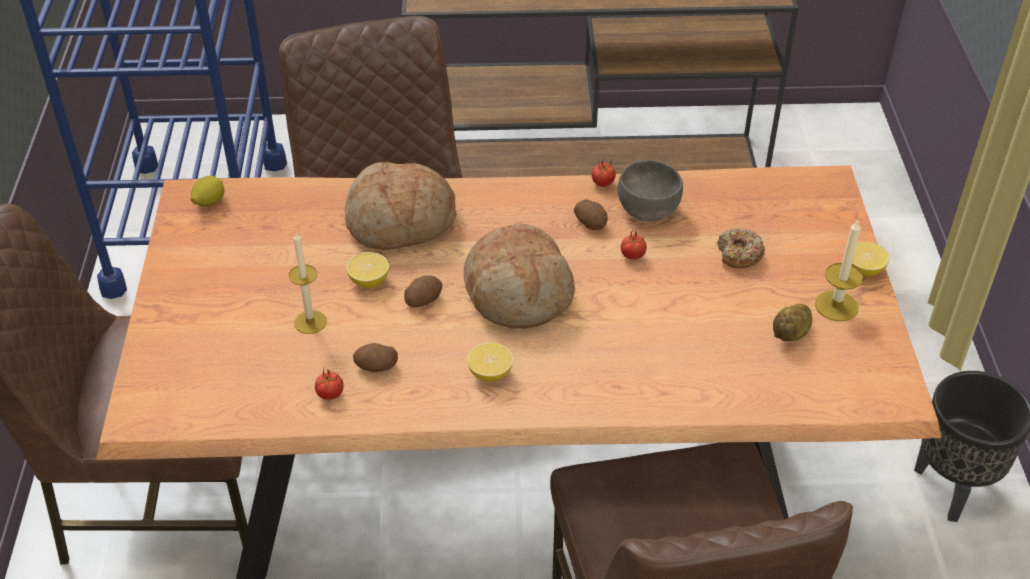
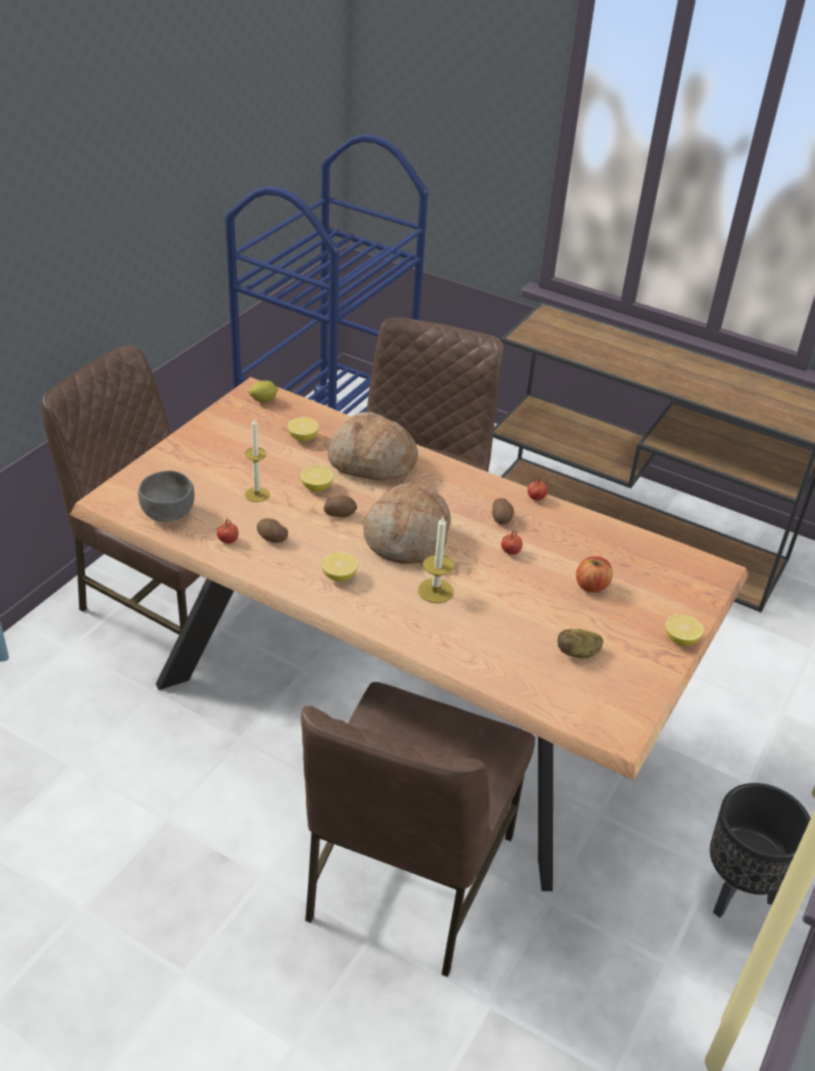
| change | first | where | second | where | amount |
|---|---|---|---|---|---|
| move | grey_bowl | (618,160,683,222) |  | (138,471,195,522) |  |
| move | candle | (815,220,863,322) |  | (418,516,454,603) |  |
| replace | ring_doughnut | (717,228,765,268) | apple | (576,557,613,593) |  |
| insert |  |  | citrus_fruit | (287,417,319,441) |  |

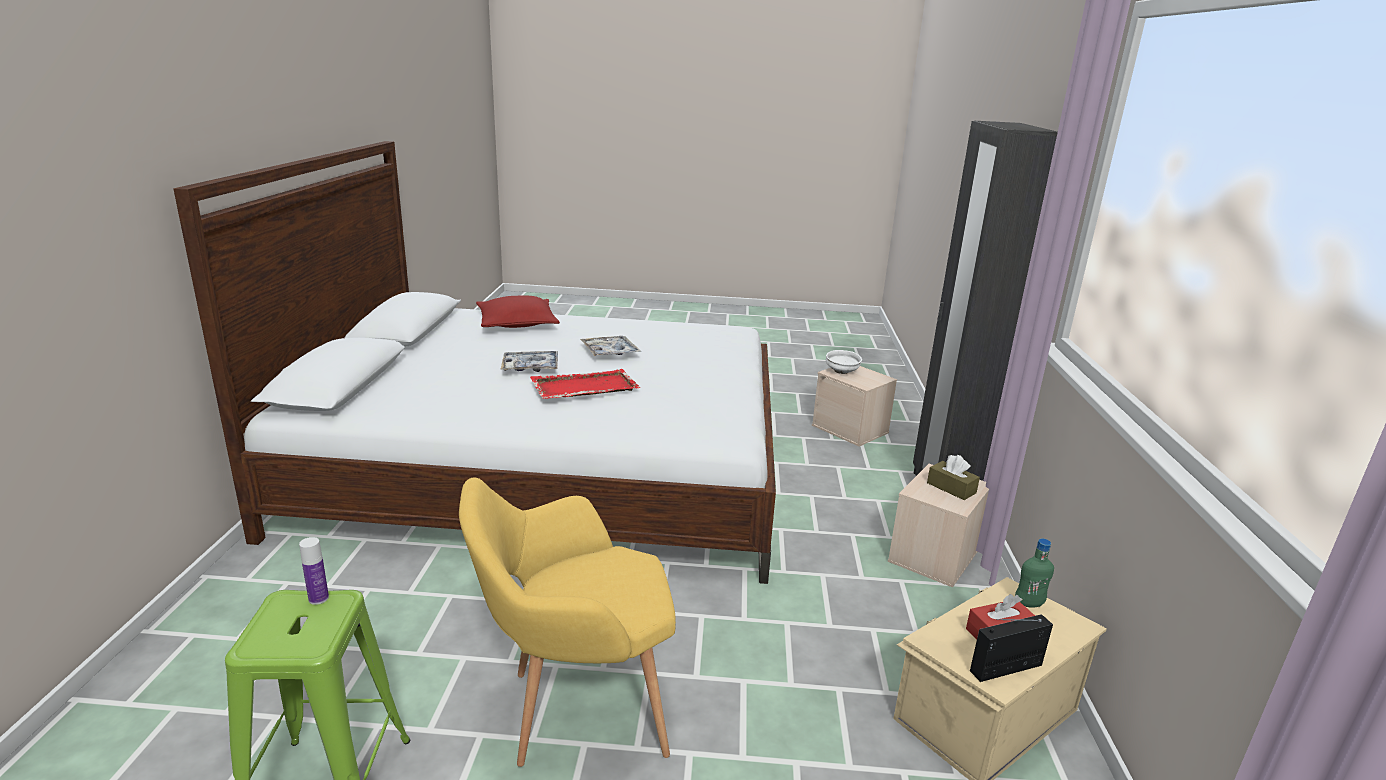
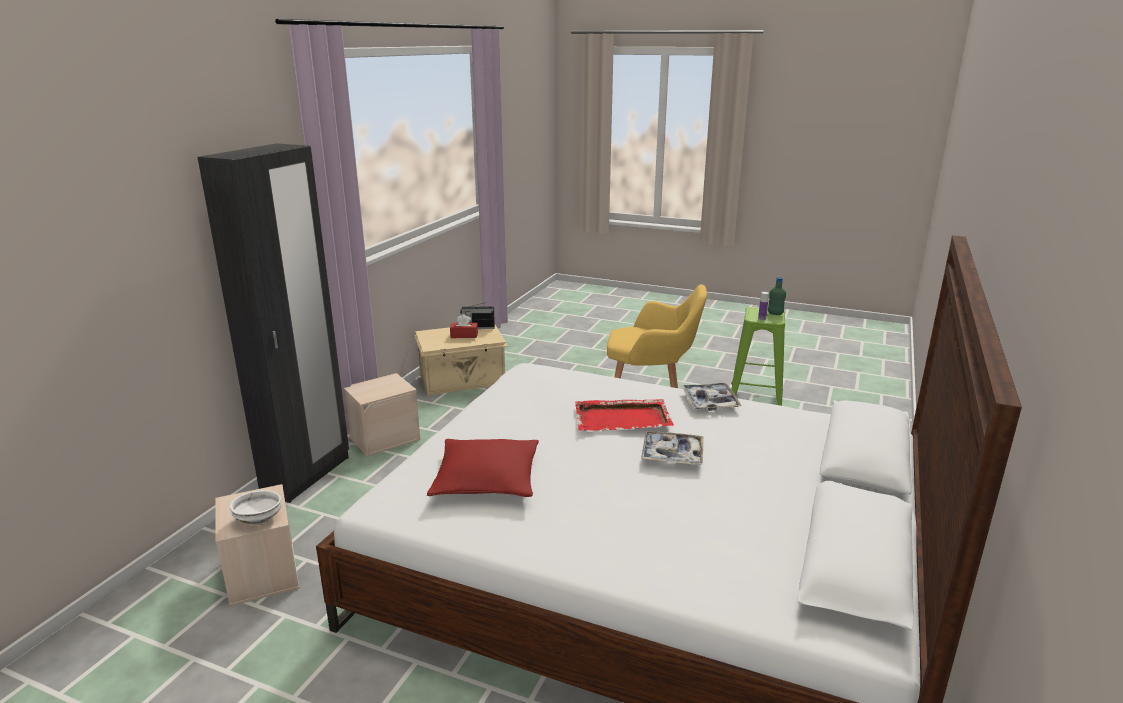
| change | first | where | second | where | amount |
|---|---|---|---|---|---|
| move | red_pillow | (476,296,560,328) |  | (427,439,539,497) |  |
| move | carrying_tray | (580,336,641,356) |  | (681,383,742,411) |  |
| delete | brown-coloured_tissue_holder | (927,455,980,500) |  |  |  |
| move | green_bottle | (1015,538,1054,607) |  | (768,277,786,315) |  |

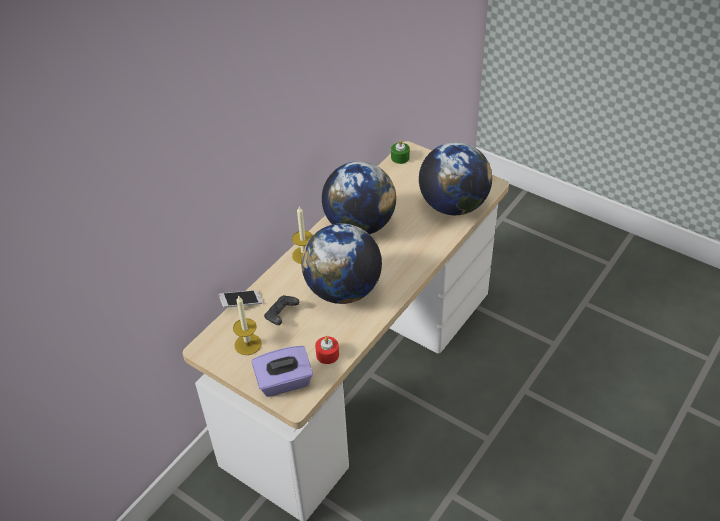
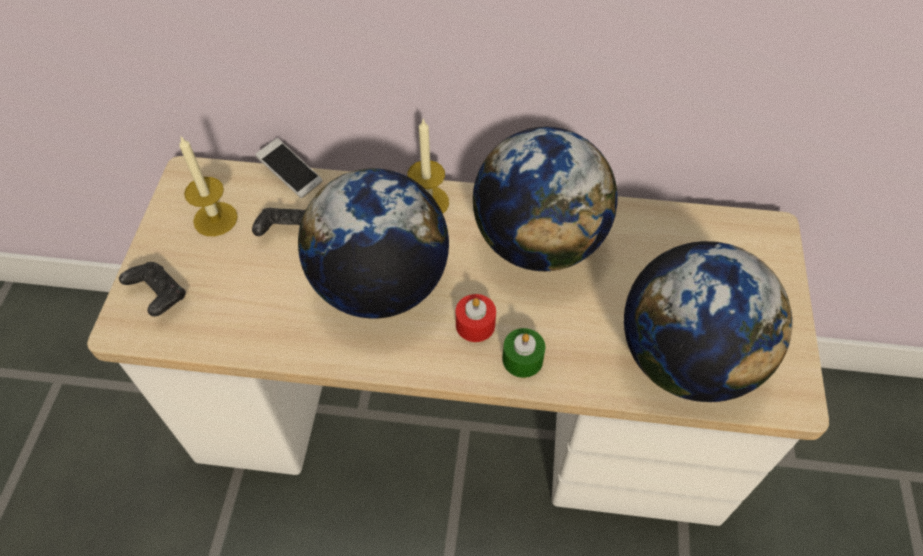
| change | first | where | second | where | amount |
|---|---|---|---|---|---|
| move | green_candle | (391,140,410,164) |  | (502,328,545,378) |  |
| move | red_candle | (315,336,339,364) |  | (456,294,496,342) |  |
| replace | purple-coloured_tissue_holder | (252,346,313,397) | blackish_gamepad | (119,262,186,316) |  |

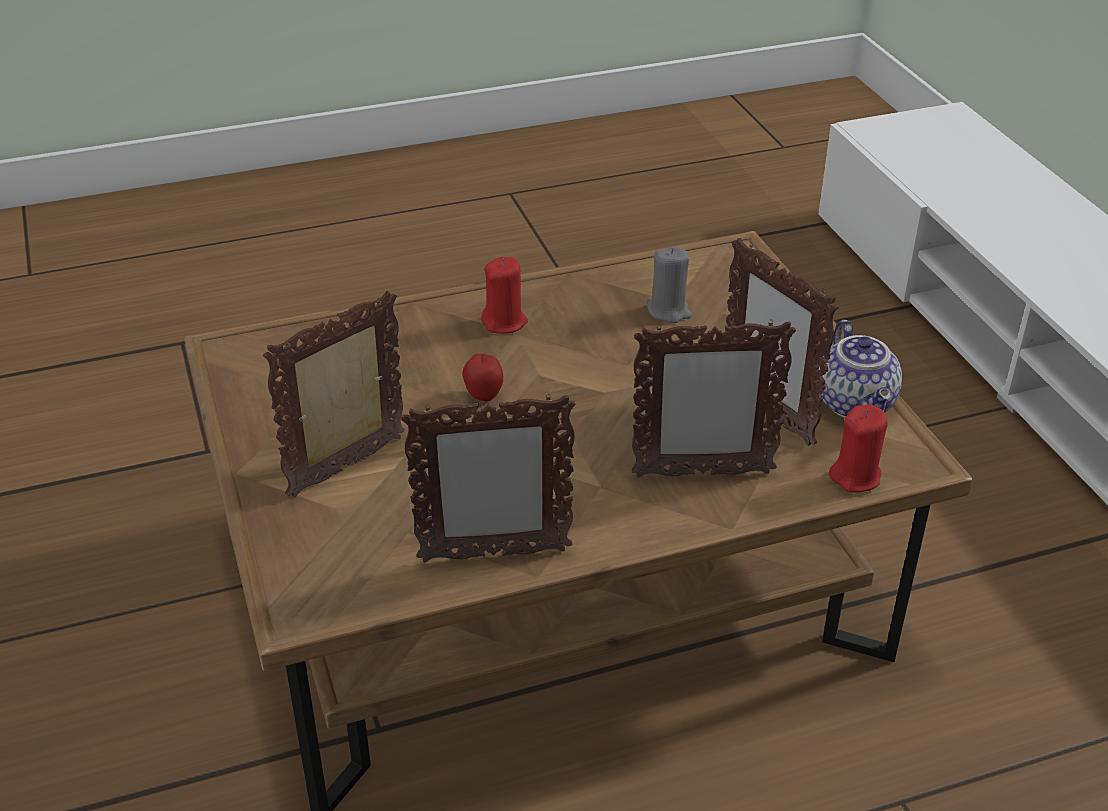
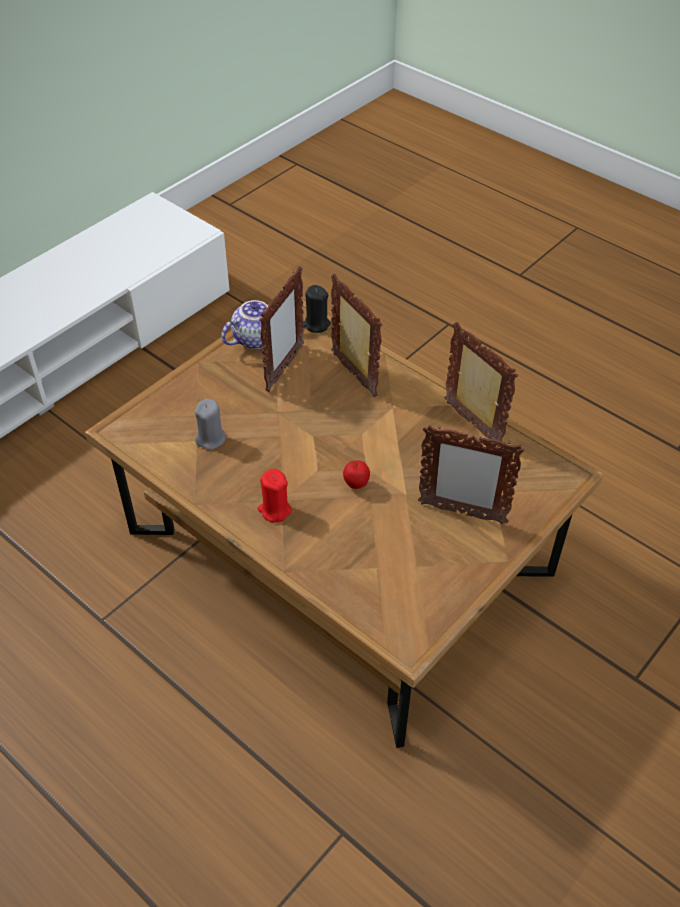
| change | first | where | second | where | amount |
|---|---|---|---|---|---|
| recolor | red_candle | (829,404,888,492) | blackish_candle | (303,285,331,333) |  |

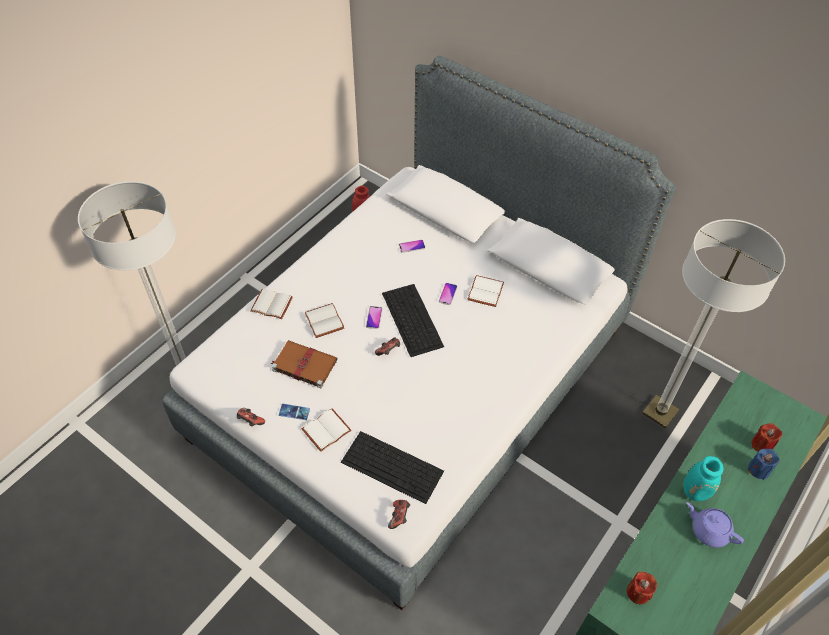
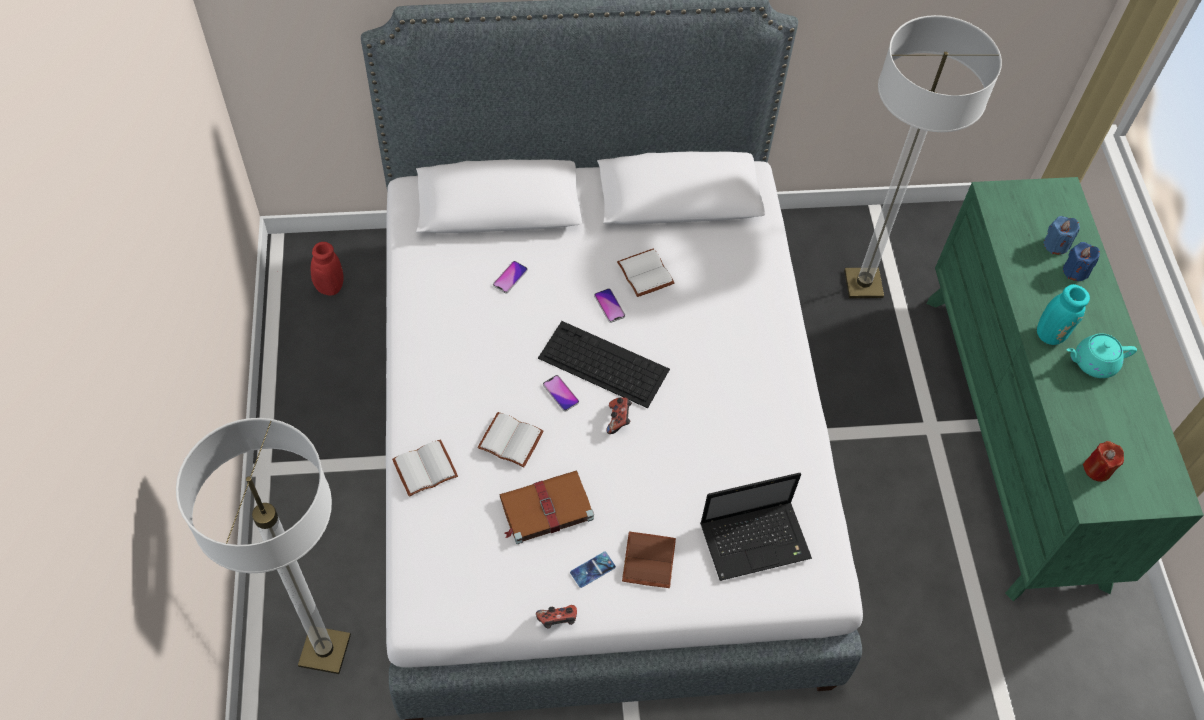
| change | first | where | second | where | amount |
|---|---|---|---|---|---|
| recolor | whitish_book | (302,408,352,452) | brown-coloured_book | (622,532,676,588) |  |
| recolor | red_candle | (752,423,783,452) | blue_candle | (1044,216,1080,255) |  |
| replace | computer_keyboard | (341,431,444,504) | notebook_computer | (700,473,812,581) |  |
| delete | gamepad | (388,500,410,529) |  |  |  |
| recolor | purple-coloured_tea_pot | (686,502,744,548) | turquoise-coloured_tea_pot | (1067,333,1137,378) |  |

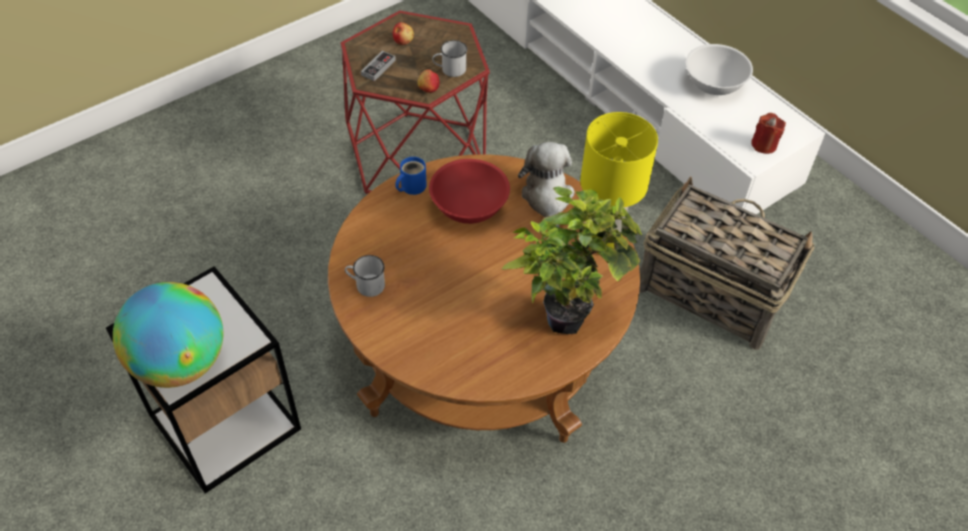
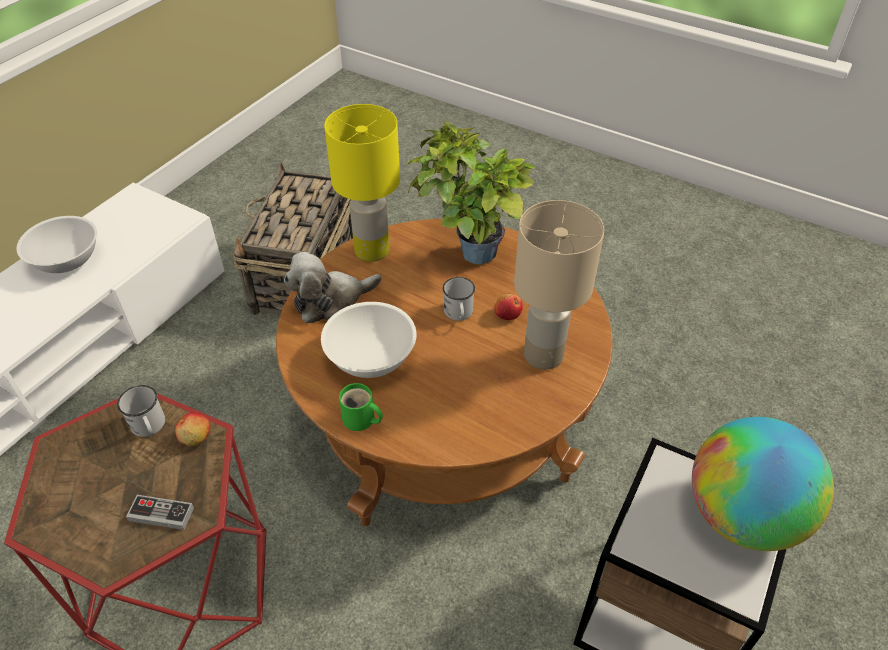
| change | first | where | second | where | amount |
|---|---|---|---|---|---|
| move | apple | (393,22,414,45) |  | (494,294,523,320) |  |
| delete | red_candle | (751,113,786,154) |  |  |  |
| recolor | blue_tea_mug | (395,157,427,195) | green_tea_mug | (339,383,383,431) |  |
| recolor | red_bowl | (429,159,510,224) | whitish_bowl | (321,302,417,378) |  |
| move | whitish_tea_mug | (345,255,385,297) |  | (443,277,475,321) |  |
| insert |  |  | beige-coloured_tabletop_lamp | (514,200,604,370) |  |

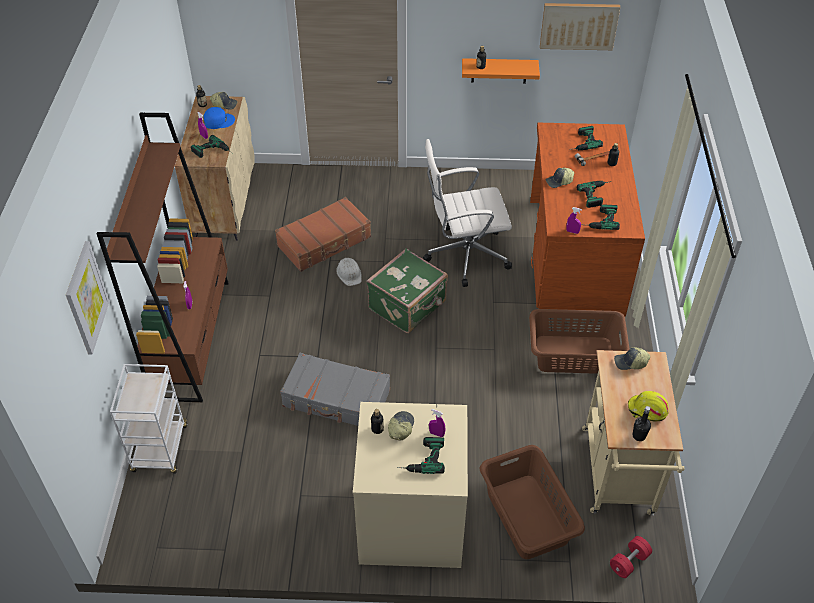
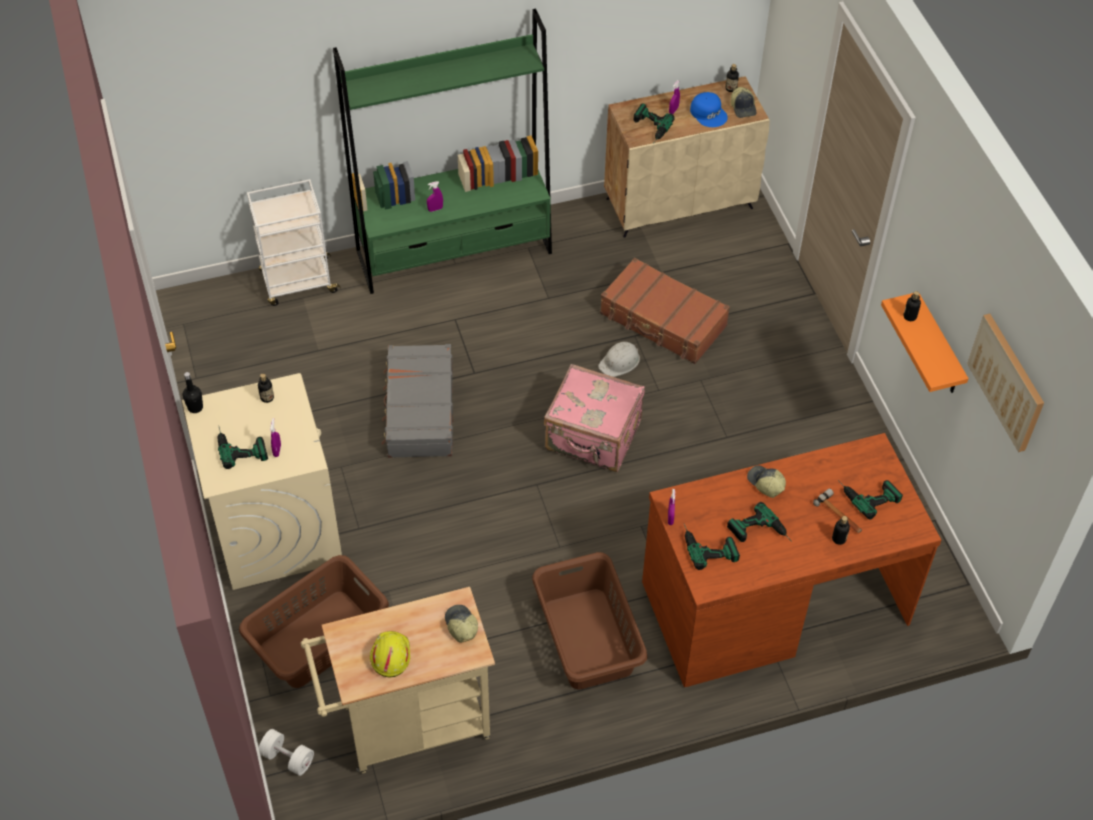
| change | first | where | second | where | amount |
|---|---|---|---|---|---|
| recolor | brown-coloured_bookshelf | (97,112,228,402) | green_bookshelf | (333,9,552,294) |  |
| delete | whitish_office_chair | (423,139,512,287) |  |  |  |
| delete | wall_art | (66,241,110,355) |  |  |  |
| recolor | green_suitcase | (367,248,448,333) | pinkish_suitcase | (544,364,645,472) |  |
| move | blackish_bottle | (633,406,651,441) |  | (182,372,203,413) |  |
| delete | baseball_cap | (388,411,414,440) |  |  |  |
| recolor | red_free_weight | (610,536,652,578) | whitish_free_weight | (259,729,314,776) |  |

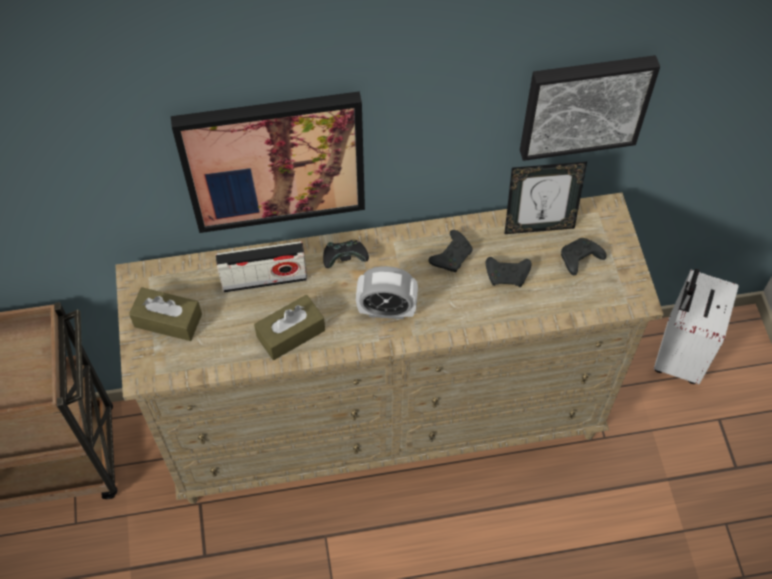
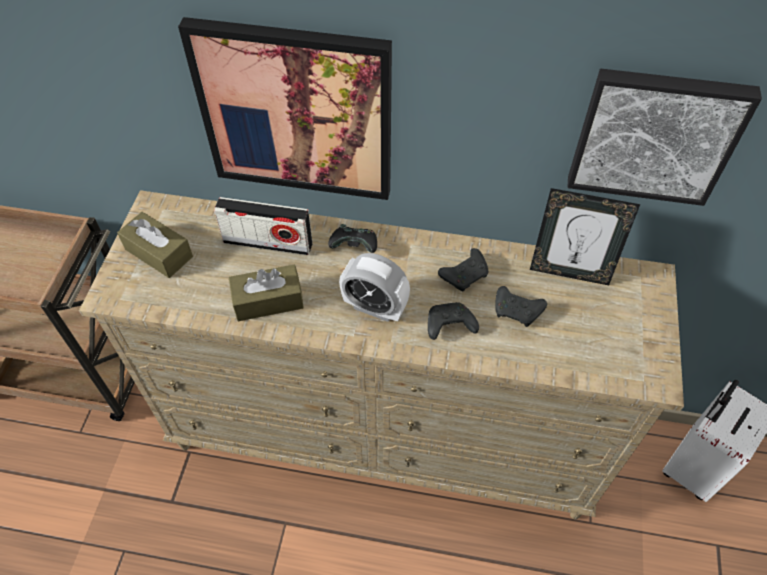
| change | first | where | second | where | amount |
|---|---|---|---|---|---|
| move | blackish_gamepad | (561,238,607,275) |  | (428,302,479,340) |  |

